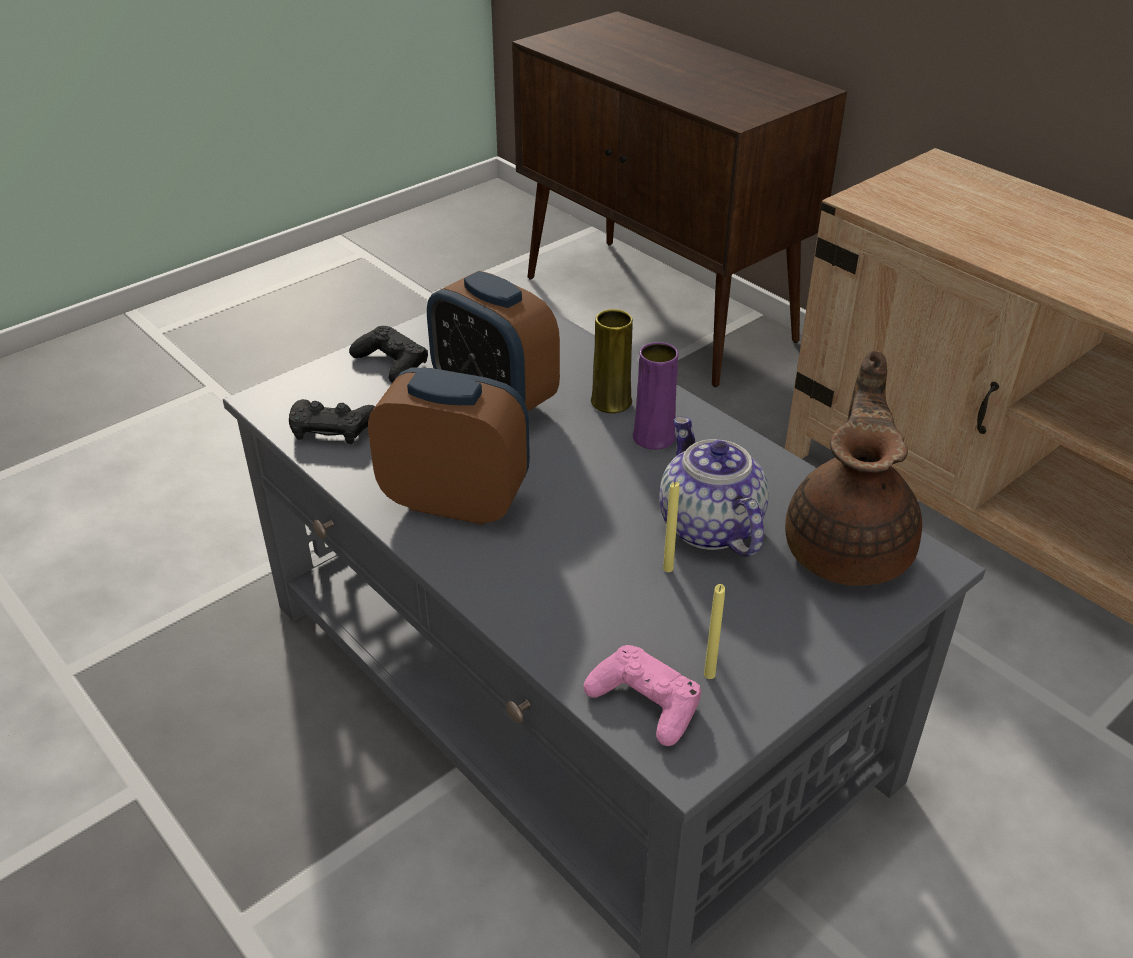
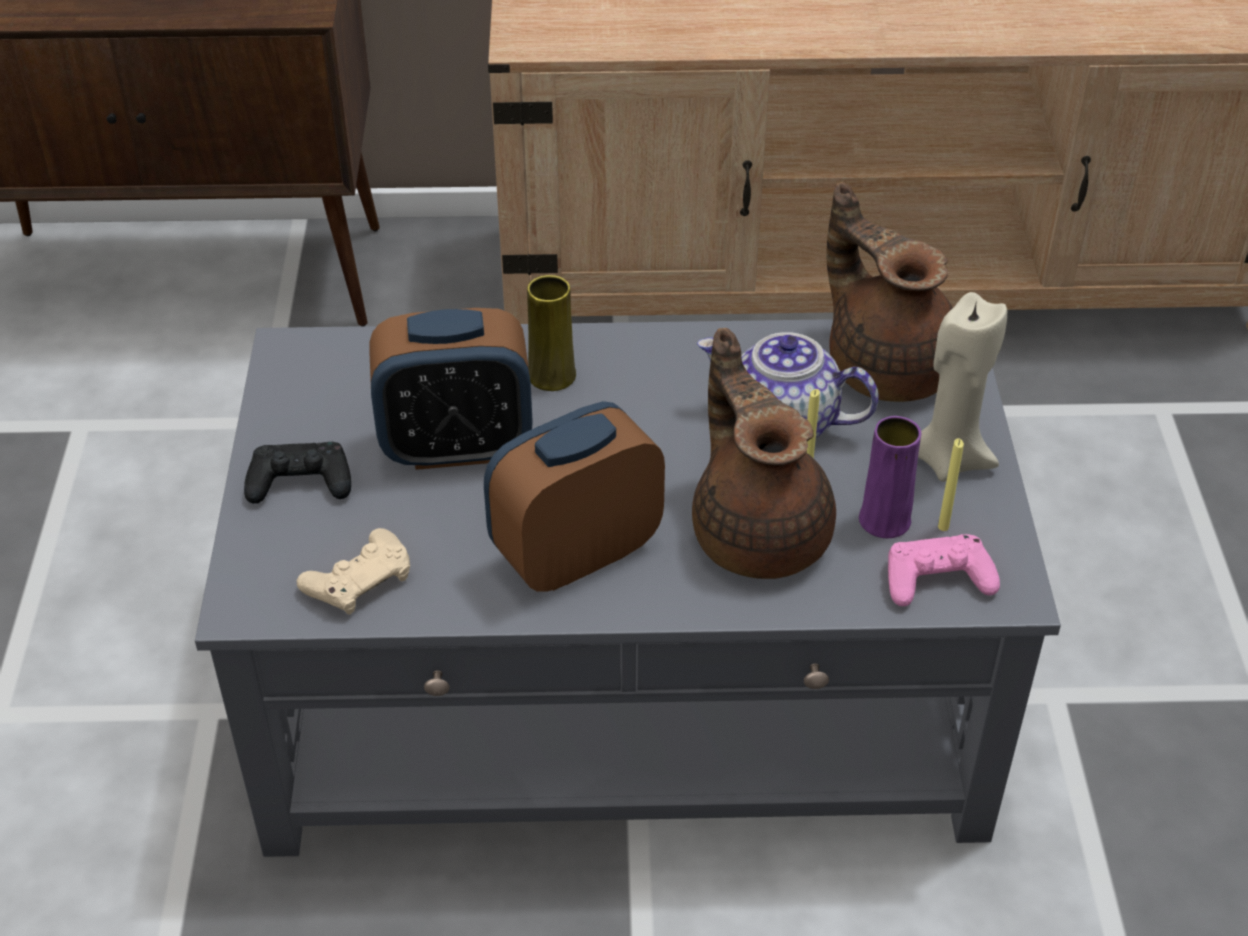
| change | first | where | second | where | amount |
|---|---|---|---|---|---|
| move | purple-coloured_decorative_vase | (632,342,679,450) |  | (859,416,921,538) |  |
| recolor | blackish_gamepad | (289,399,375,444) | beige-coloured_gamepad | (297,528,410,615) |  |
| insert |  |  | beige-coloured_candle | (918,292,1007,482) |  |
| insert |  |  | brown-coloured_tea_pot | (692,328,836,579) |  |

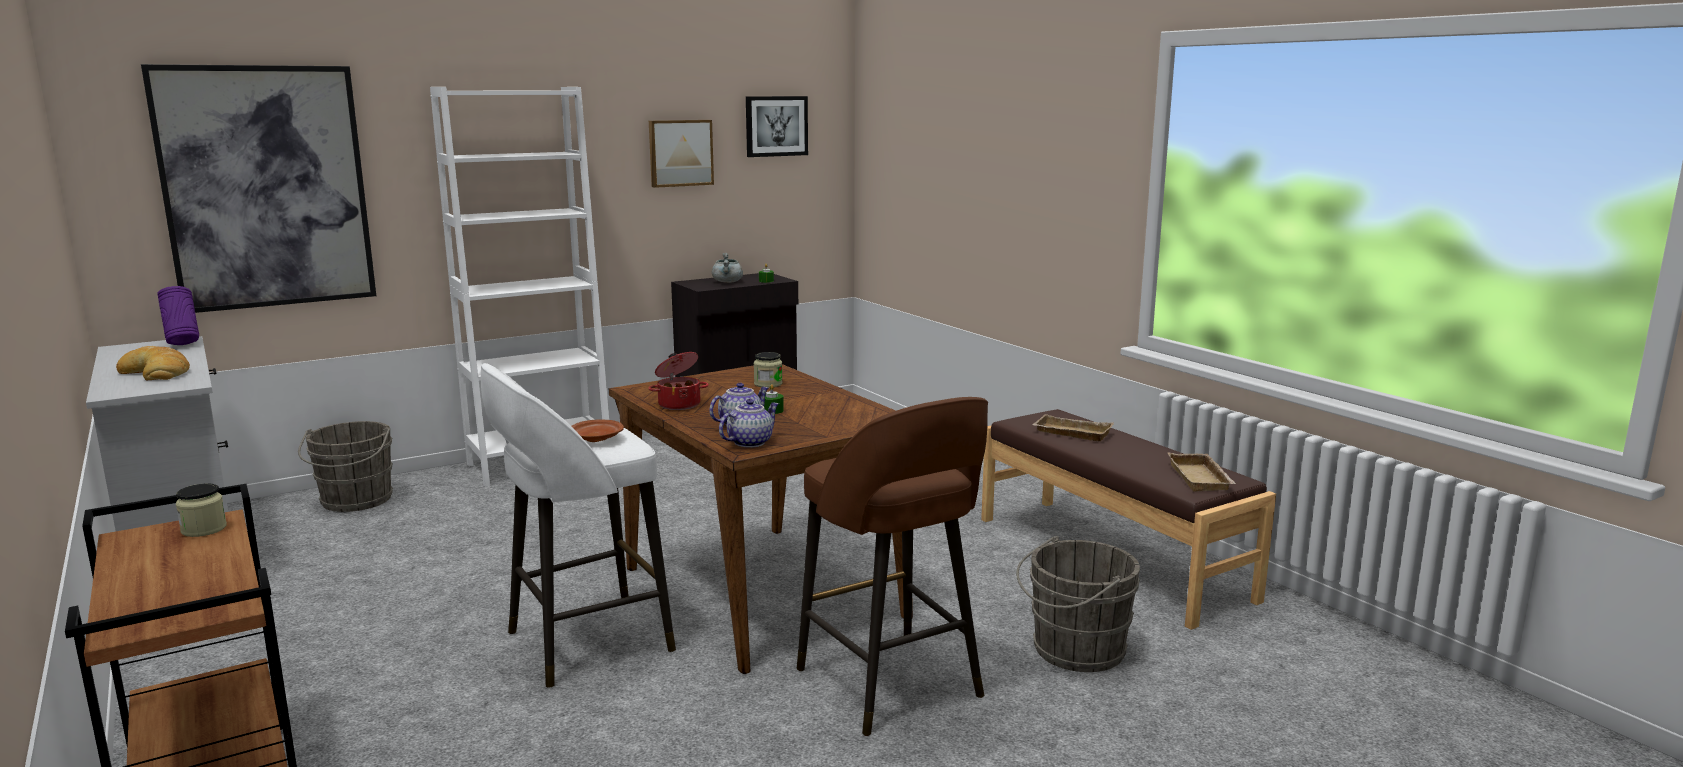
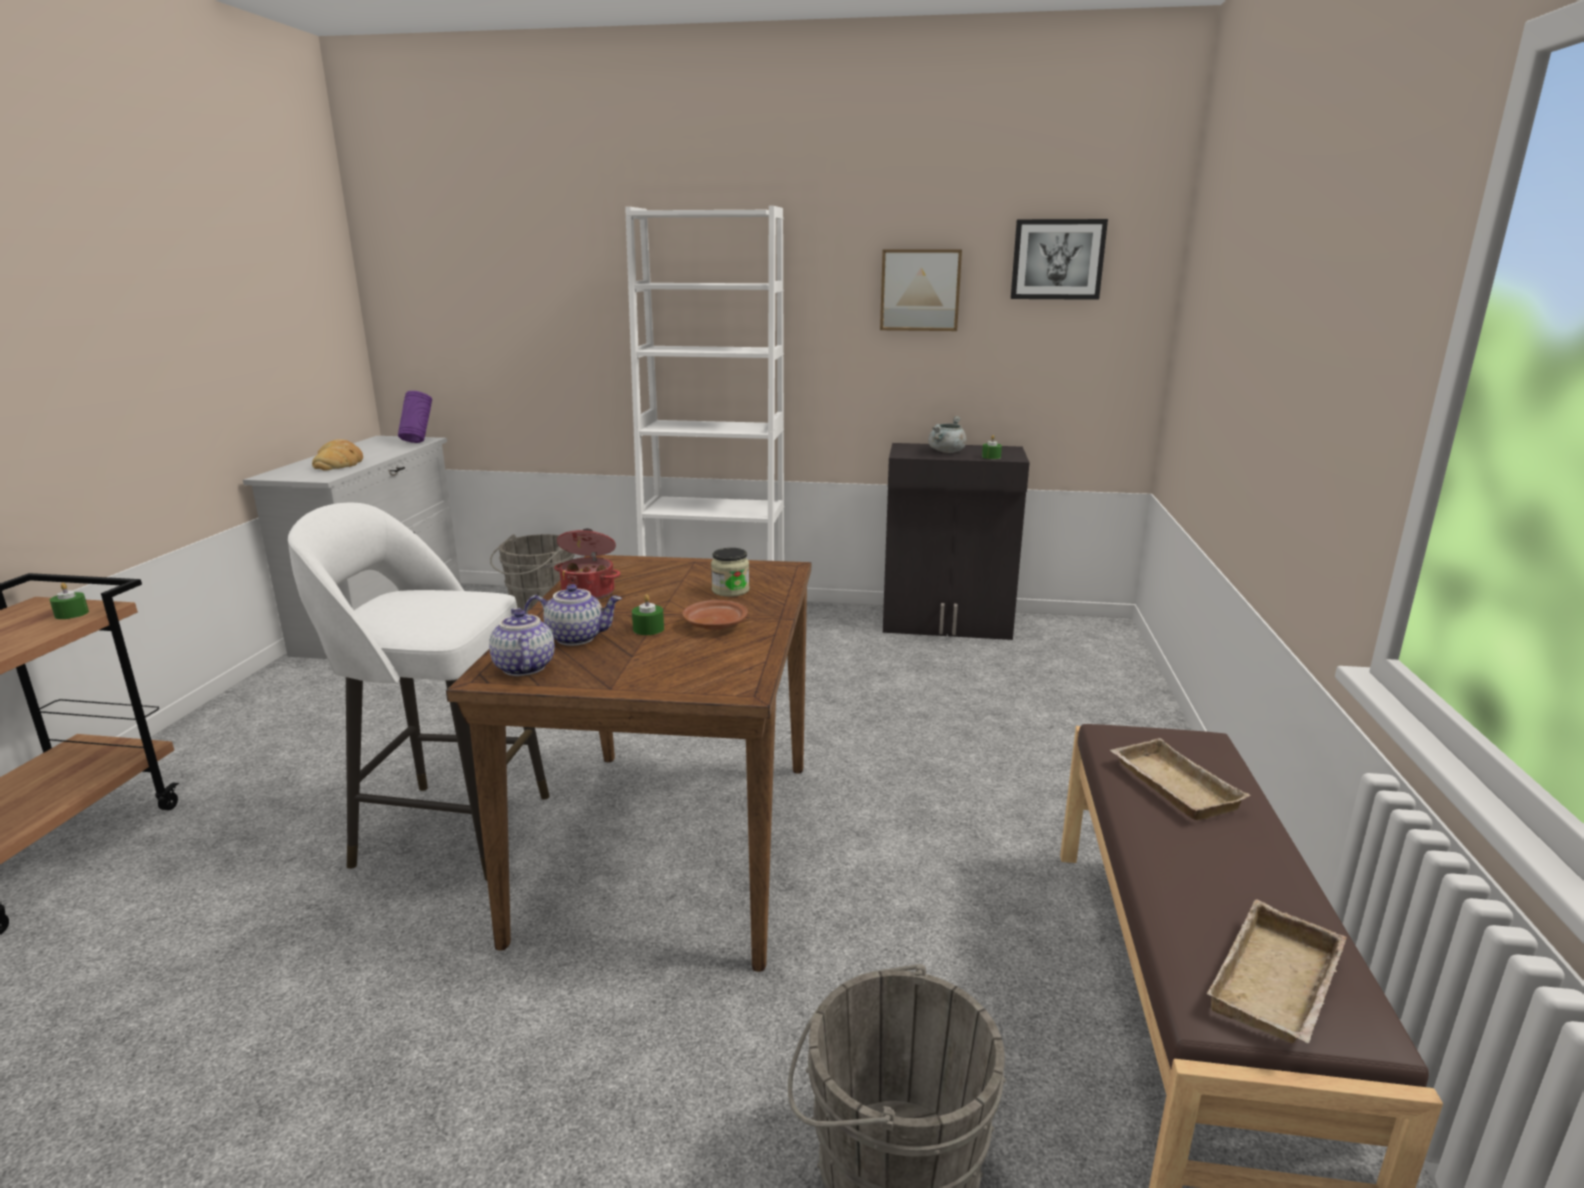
| change | first | where | second | where | amount |
|---|---|---|---|---|---|
| delete | wall_art | (141,64,376,313) |  |  |  |
| delete | brown-coloured_sitting_stool | (797,397,988,736) |  |  |  |
| rotate | tea_pot | (719,399,779,448) |  | (489,608,554,676) | 105 degrees counterclockwise |
| move | brown-coloured_dinner_plate | (572,419,624,442) |  | (682,600,748,630) |  |
| replace | preserve_jar | (176,483,227,537) | green_candle | (50,583,89,619) |  |

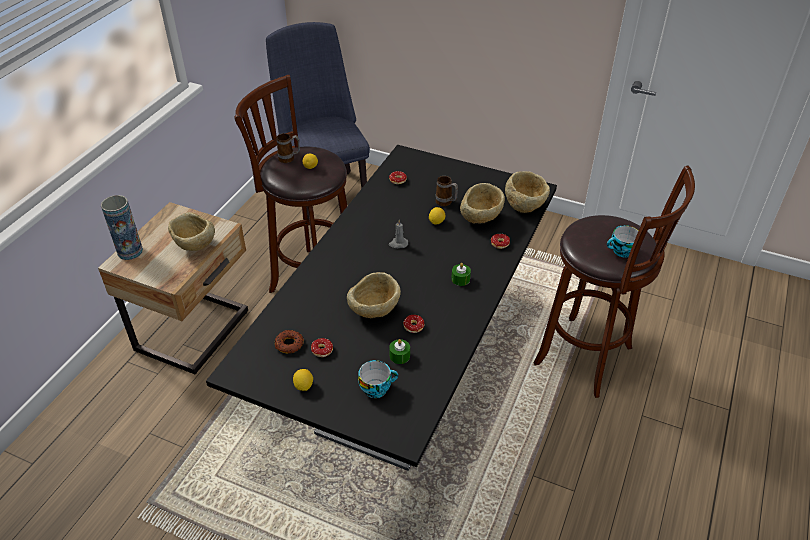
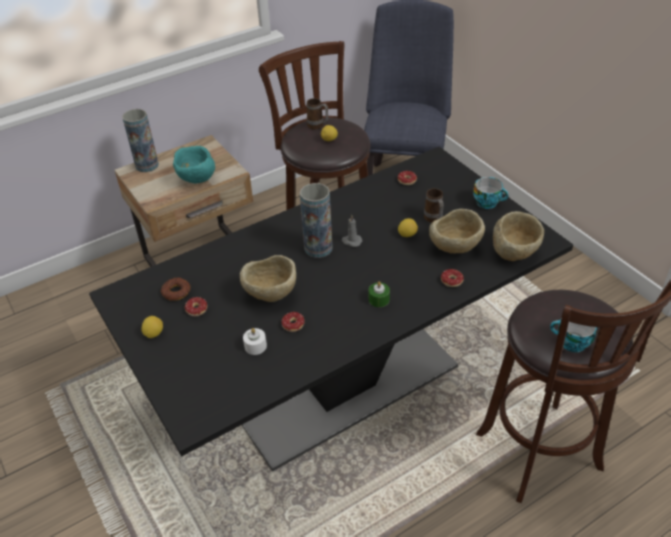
| change | first | where | second | where | amount |
|---|---|---|---|---|---|
| recolor | beige-coloured_bowl | (168,212,215,251) | turquoise-coloured_bowl | (173,146,215,183) |  |
| recolor | green_candle | (389,339,410,364) | whitish_candle | (243,328,267,355) |  |
| move | drinking_cup | (358,360,398,398) |  | (473,177,509,209) |  |
| insert |  |  | decorative_vase | (300,183,333,258) |  |

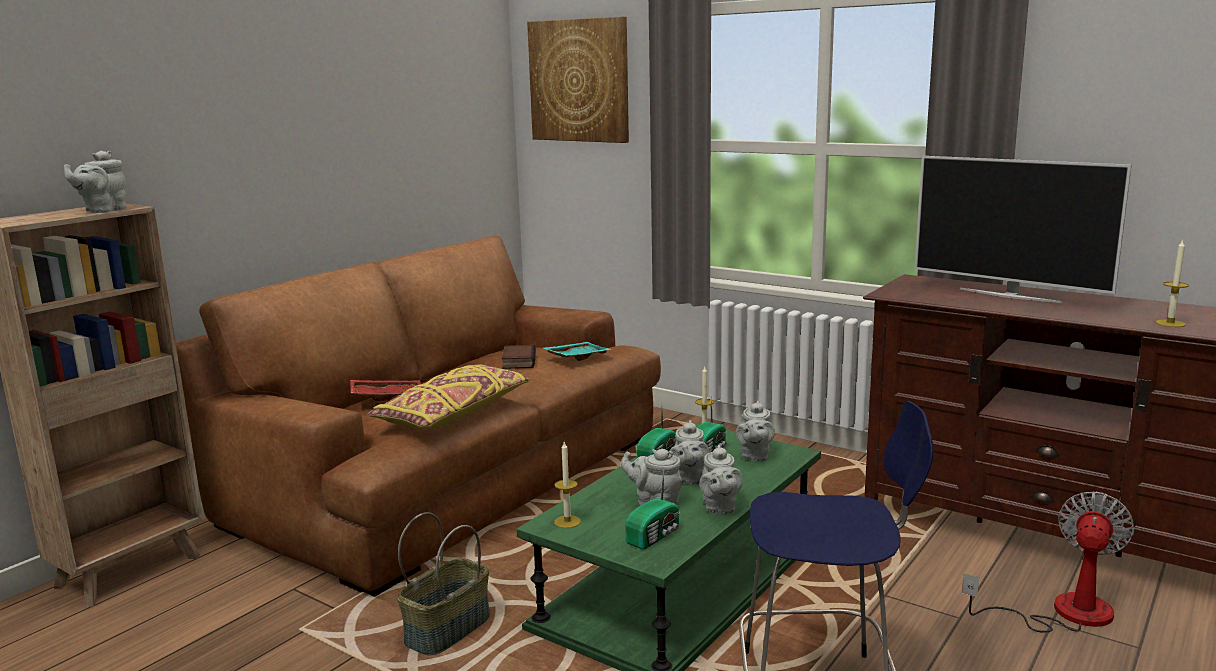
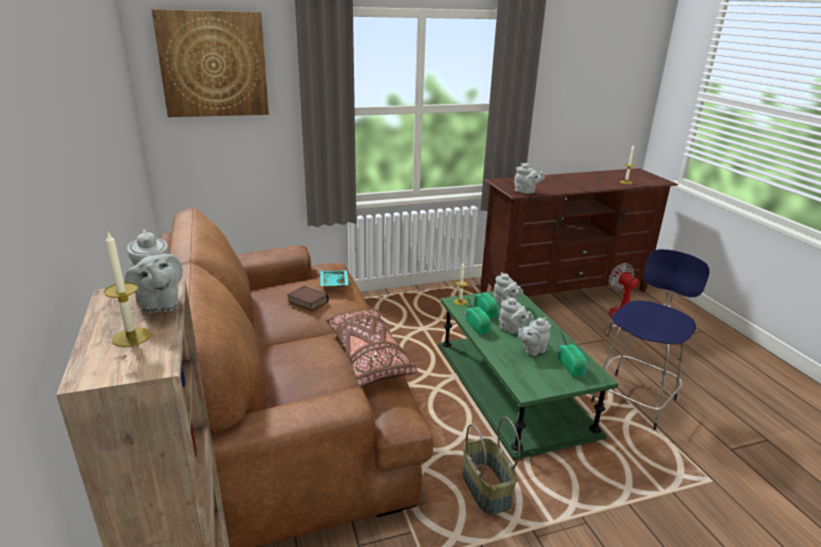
| change | first | where | second | where | amount |
|---|---|---|---|---|---|
| delete | TV | (915,156,1132,303) |  |  |  |
| recolor | yellow_pillow | (367,364,530,430) | brown-coloured_pillow | (326,309,418,386) |  |
| delete | red_carrying_tray | (350,380,421,401) |  |  |  |
| move | candle | (554,442,581,528) |  | (104,231,151,347) |  |
| move | grey_tea_pot | (699,445,743,514) |  | (515,163,545,194) |  |

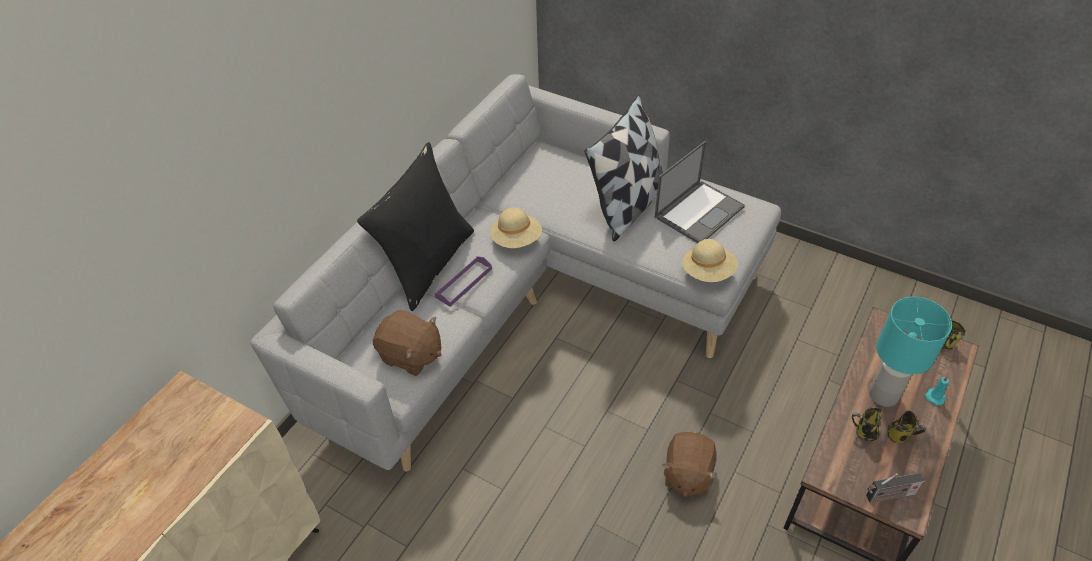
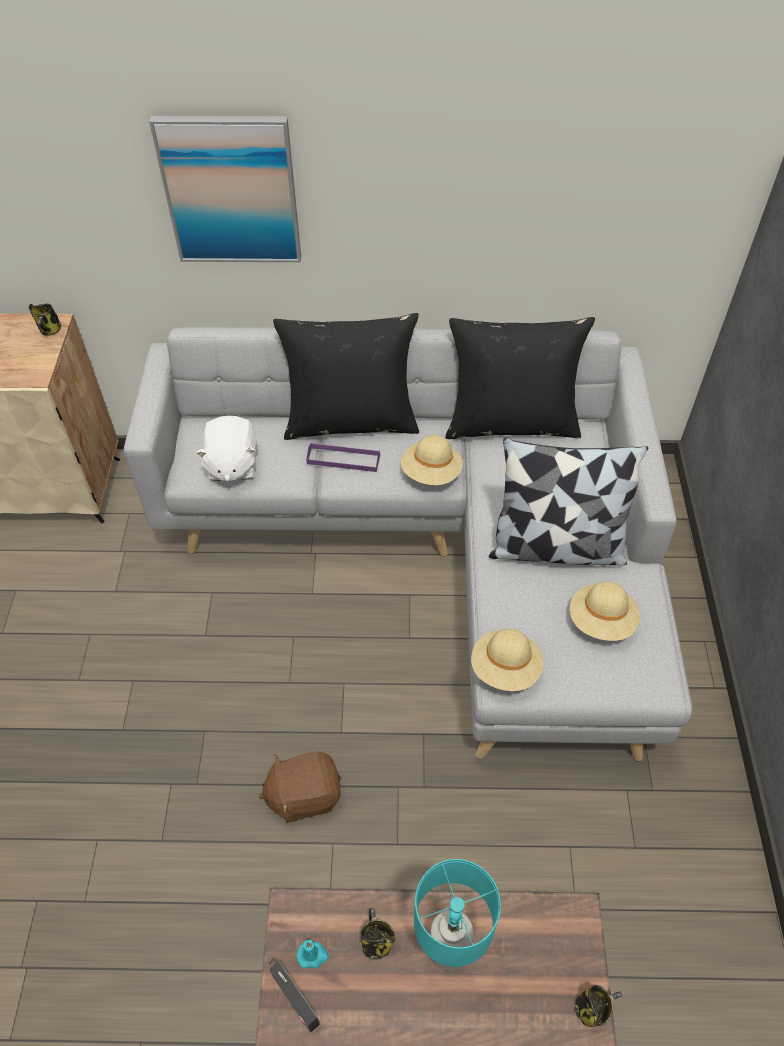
| change | first | where | second | where | amount |
|---|---|---|---|---|---|
| replace | notebook_computer | (655,141,745,243) | beige-coloured_clothing_hat | (570,582,640,641) |  |
| recolor | brown-coloured_soft_toy | (373,310,442,376) | whitish_soft_toy | (196,416,257,481) |  |
| move | turquoise-coloured_candle | (925,376,949,405) |  | (297,940,329,968) |  |
| move | tea_mug | (887,411,926,444) |  | (28,303,61,336) |  |
| insert |  |  | wall_art | (149,116,301,262) |  |
| insert |  |  | blackish_pillow | (445,317,595,439) |  |

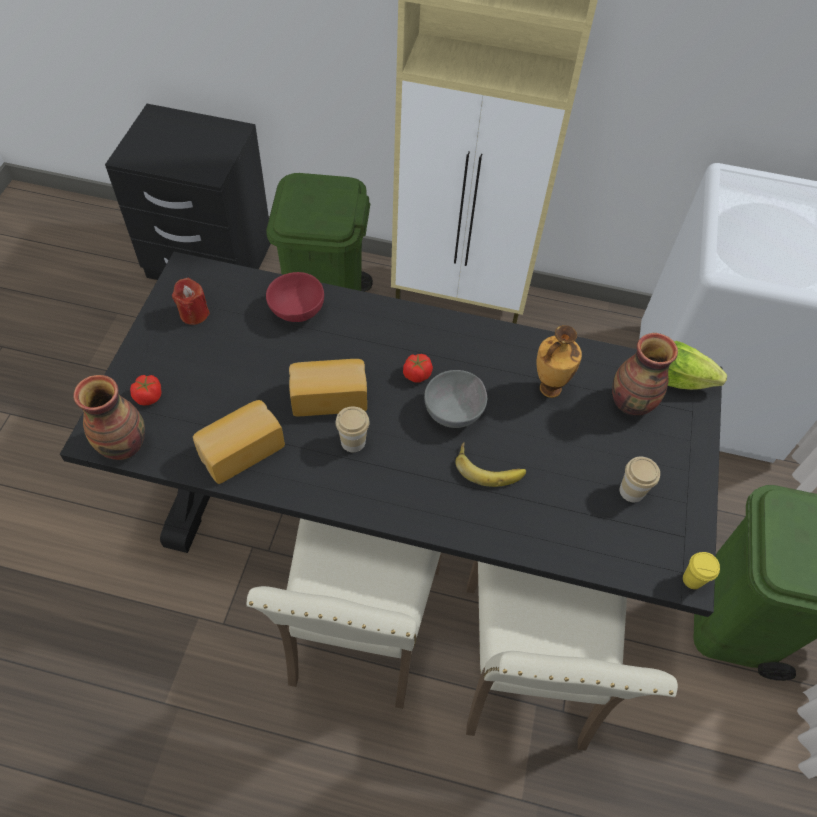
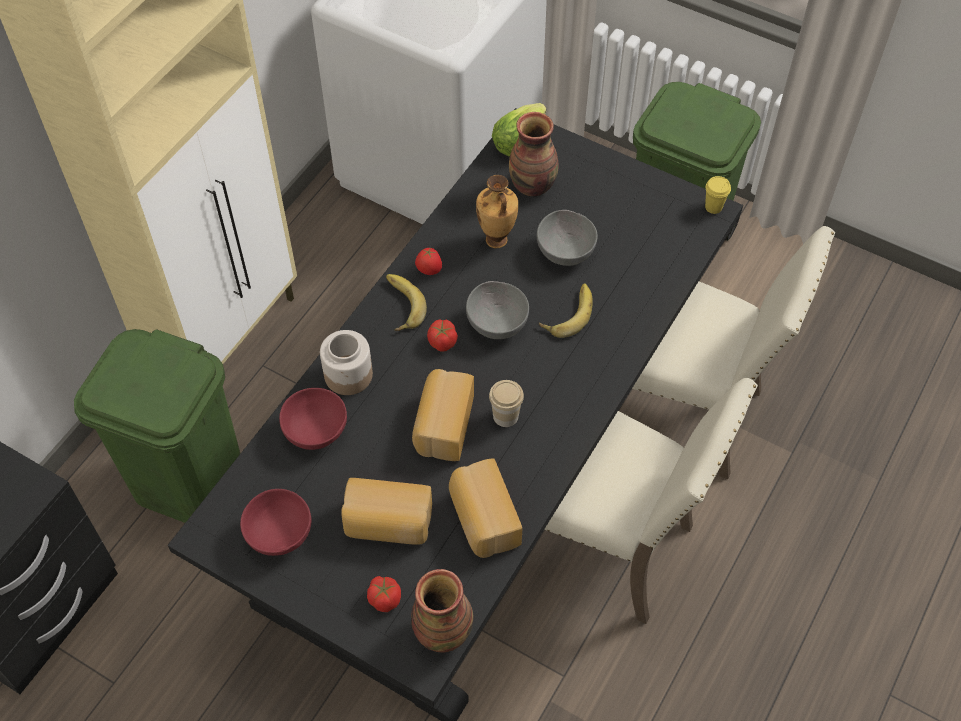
| change | first | where | second | where | amount |
|---|---|---|---|---|---|
| replace | red_candle | (172,278,210,325) | red_bowl | (240,489,311,556) |  |
| delete | drinking_cup | (620,457,660,502) |  |  |  |
| insert |  |  | grey_bowl | (537,210,598,266) |  |
| insert |  |  | tomato | (415,248,442,275) |  |
| insert |  |  | banana_fruit | (386,274,427,331) |  |
| insert |  |  | preserve_jar | (320,330,373,395) |  |
| insert |  |  | bread | (341,478,432,545) |  |

